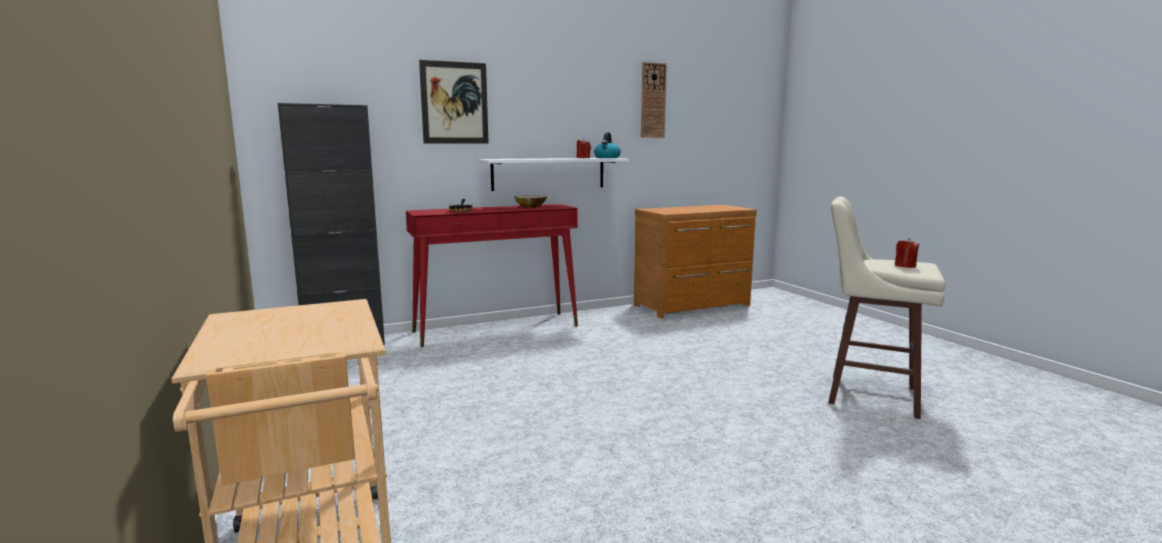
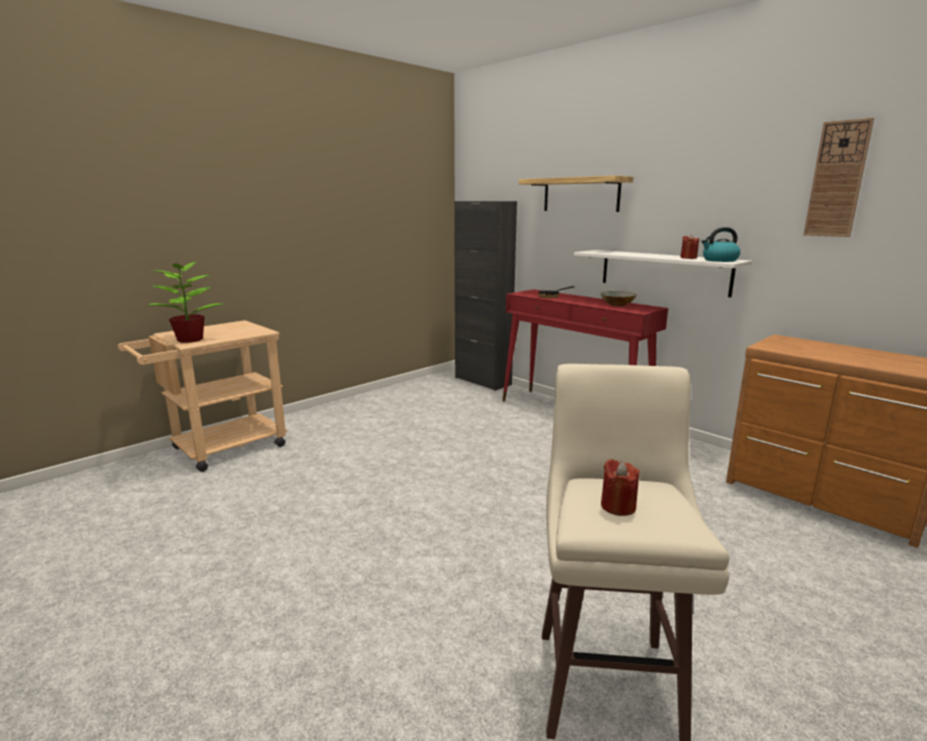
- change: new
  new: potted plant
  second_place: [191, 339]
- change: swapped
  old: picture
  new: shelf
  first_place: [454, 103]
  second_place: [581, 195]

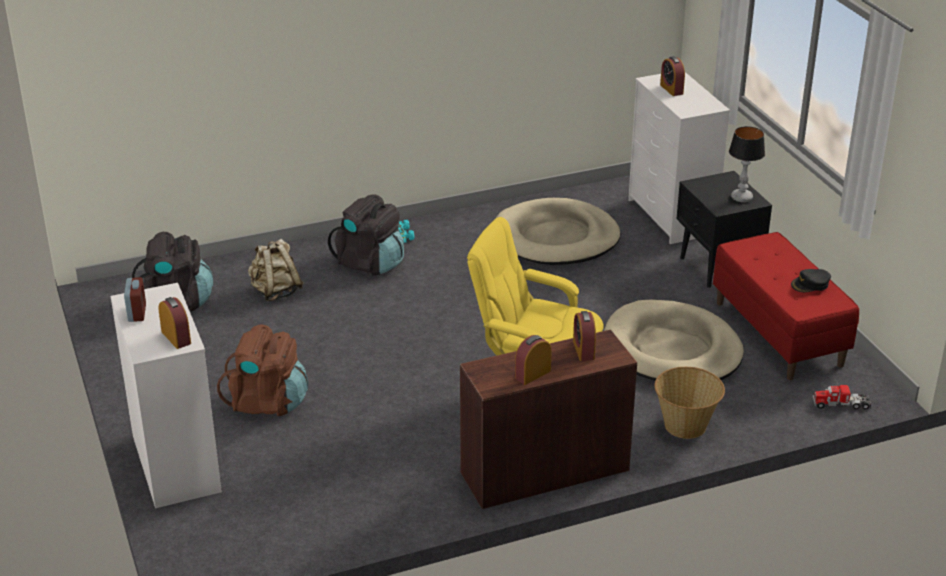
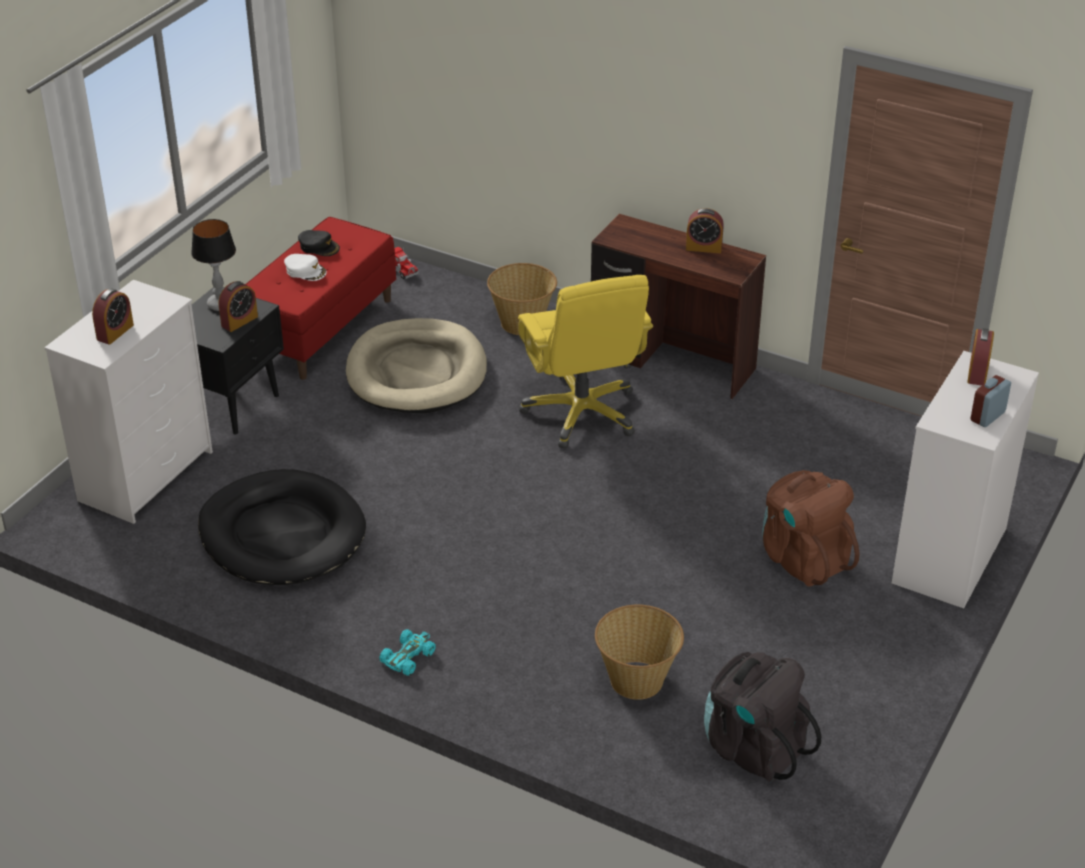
- change: repainted
  old: dog bed/beige
  new: dog bed/black
  first_place: [556, 238]
  second_place: [282, 534]
- change: shifted
  old: alarm clock
  first_place: [583, 350]
  second_place: [239, 321]
- change: new
  new: cap/white
  second_place: [305, 271]
- change: swapped
  old: backpack/beige
  new: basket
  first_place: [275, 292]
  second_place: [637, 679]
- change: gone
  old: backpack/black
  first_place: [370, 263]

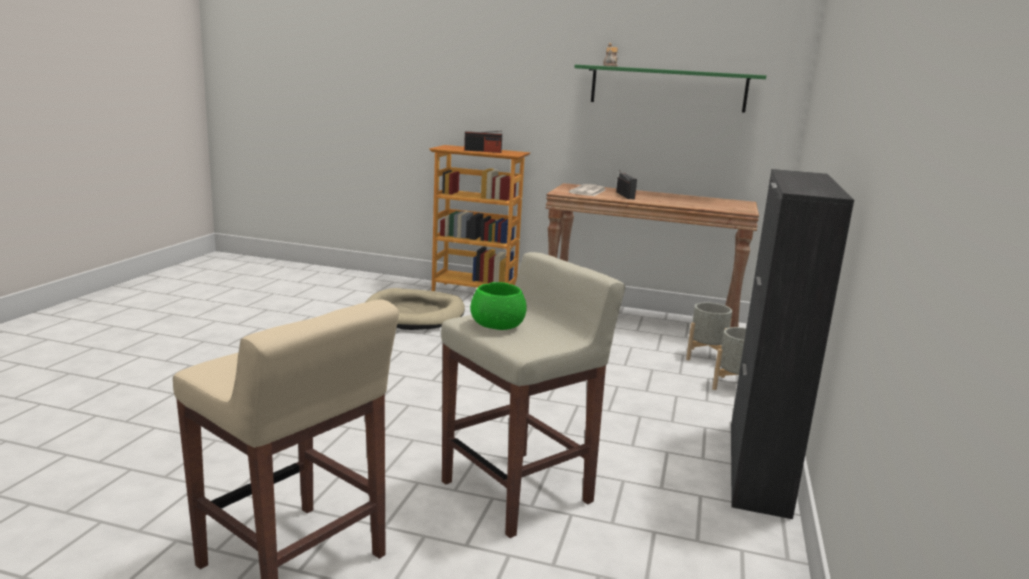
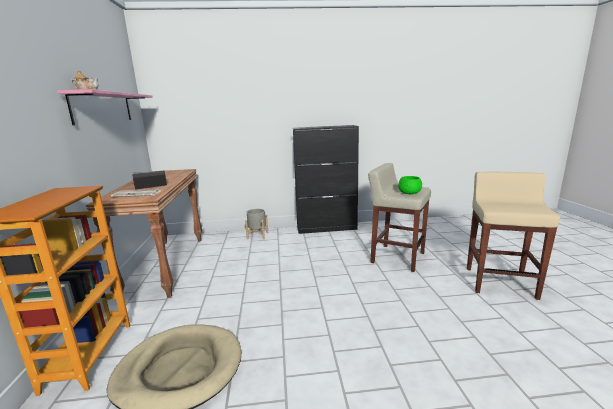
- change: repainted
  old: shelf/green
  new: shelf/pink
  first_place: [668, 88]
  second_place: [103, 108]
- change: gone
  old: radio
  first_place: [483, 151]
- change: gone
  old: planter/grey
  first_place: [706, 357]

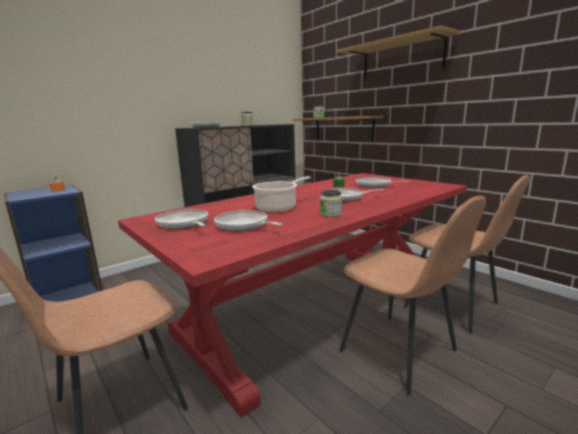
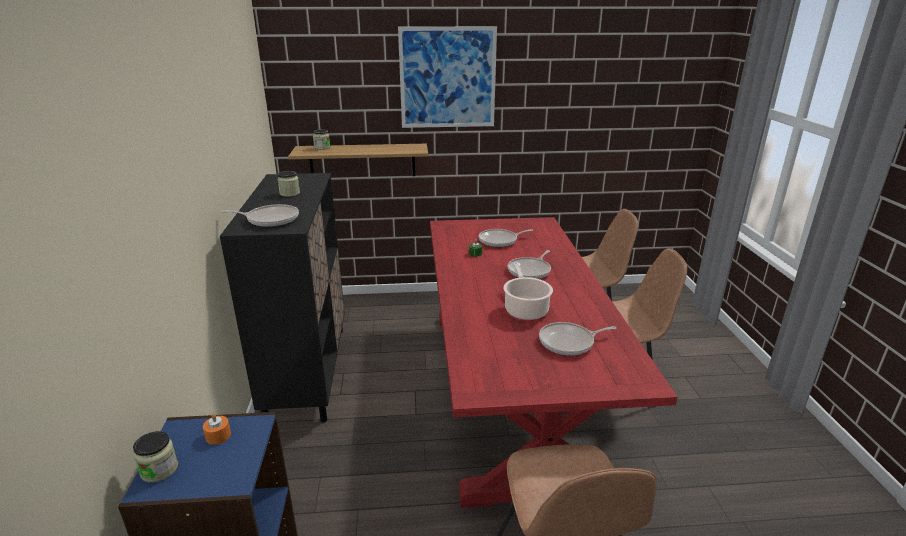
- change: shifted
  old: jar
  first_place: [331, 214]
  second_place: [159, 469]
- change: swapped
  old: shelf
  new: picture
  first_place: [401, 58]
  second_place: [447, 78]
- change: gone
  old: frying pan
  first_place: [183, 224]

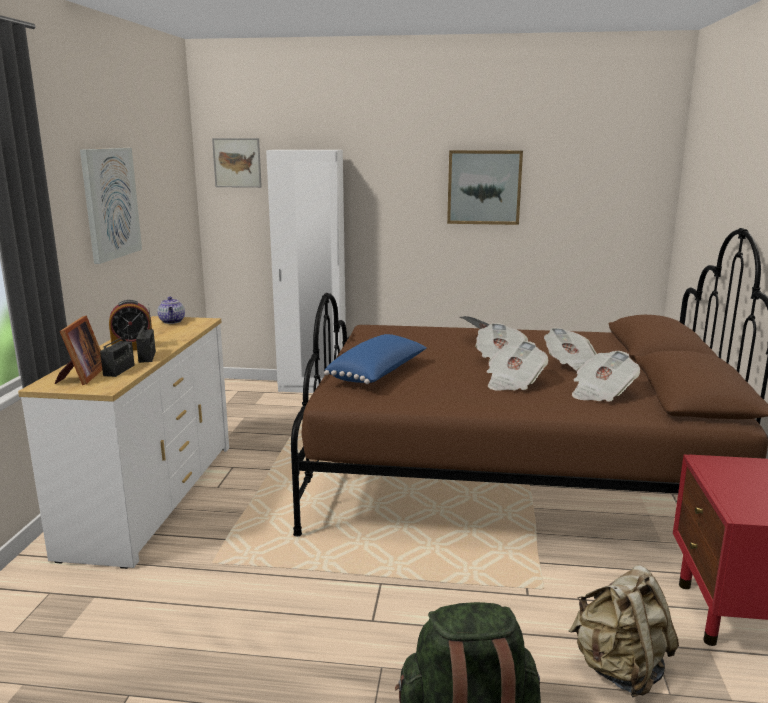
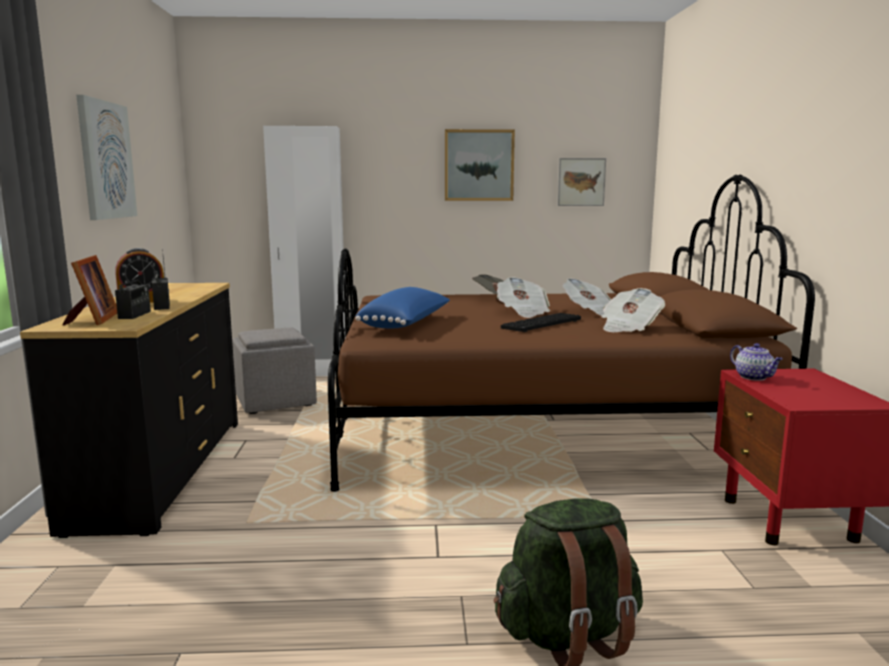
- change: repainted
  old: dresser/white
  new: dresser/black
  first_place: [151, 497]
  second_place: [161, 471]
- change: new
  new: ottoman/grey
  second_place: [276, 401]
- change: swapped
  old: newspaper
  new: keyboard
  first_place: [513, 382]
  second_place: [542, 324]
- change: shifted
  old: picture
  first_place: [237, 162]
  second_place: [581, 182]
- change: shifted
  old: teapot
  first_place: [172, 321]
  second_place: [754, 377]
- change: gone
  old: backpack/beige
  first_place: [619, 669]

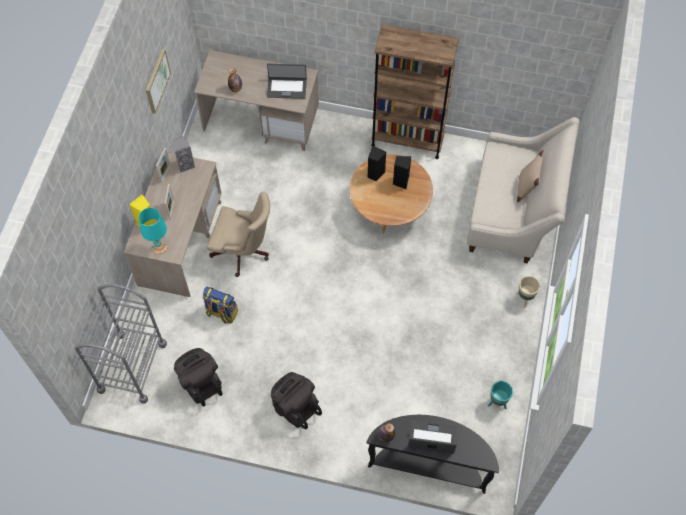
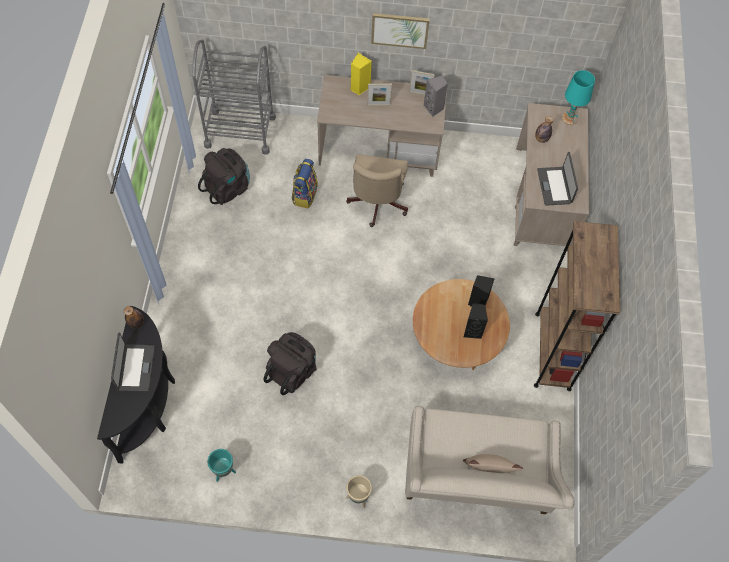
- change: shifted
  old: backpack/black
  first_place: [294, 406]
  second_place: [292, 371]
- change: shifted
  old: picture
  first_place: [157, 81]
  second_place: [400, 30]
- change: shifted
  old: table lamp/turquoise
  first_place: [159, 246]
  second_place: [570, 118]

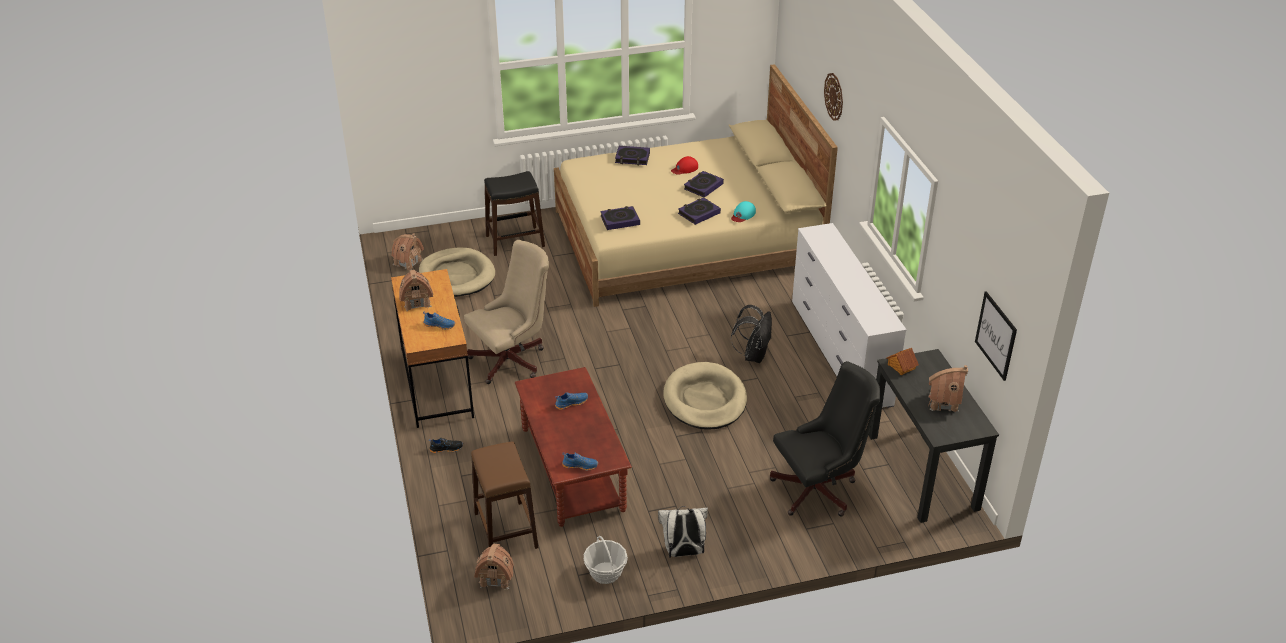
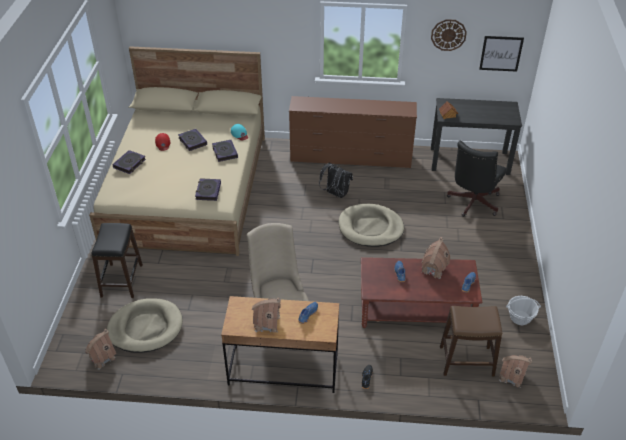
- change: repainted
  old: dresser/white
  new: dresser/brown
  first_place: [840, 352]
  second_place: [351, 158]
- change: shifted
  old: toy house
  first_place: [943, 402]
  second_place: [433, 269]
- change: shifted
  old: wall clock
  first_place: [834, 96]
  second_place: [448, 35]
- change: rotated
  old: office chair/black
  first_place: [819, 489]
  second_place: [472, 203]
  degrees: -150
- change: gone
  old: backpack/white
  first_place: [683, 552]

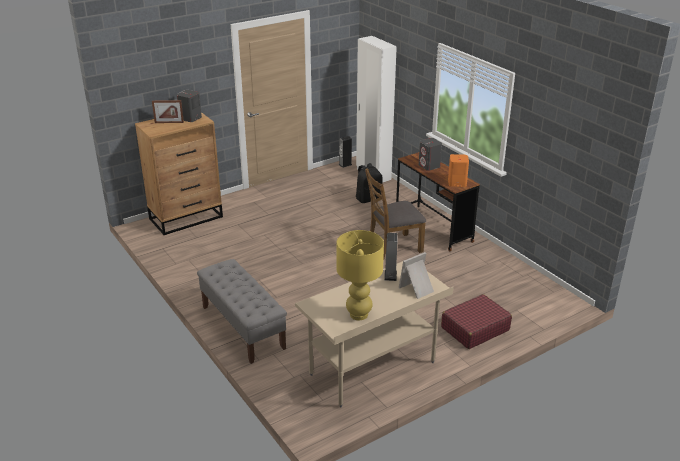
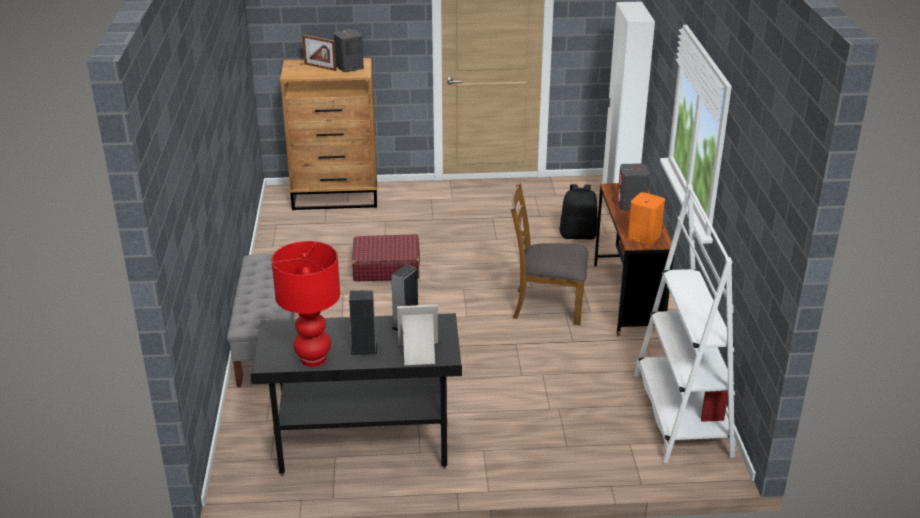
- change: repainted
  old: desk/beige
  new: desk/black
  first_place: [372, 369]
  second_place: [364, 446]
- change: repainted
  old: table lamp/yellow
  new: table lamp/red
  first_place: [359, 314]
  second_place: [313, 359]
- change: shifted
  old: speaker
  first_place: [345, 164]
  second_place: [364, 349]
- change: shifted
  old: suitcase/red
  first_place: [474, 329]
  second_place: [386, 267]
- change: new
  new: bookcase/white
  second_place: [681, 414]

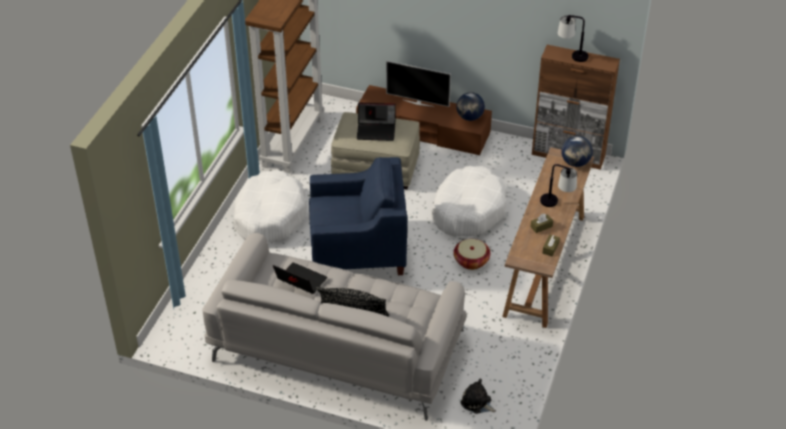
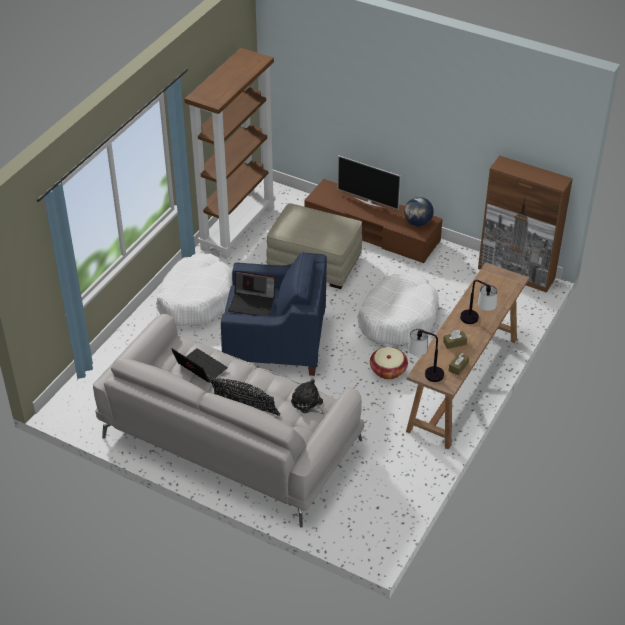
- change: shifted
  old: laptop
  first_place: [376, 130]
  second_place: [252, 303]
- change: shifted
  old: plush toy
  first_place: [477, 403]
  second_place: [308, 403]
- change: shifted
  old: table lamp
  first_place: [571, 56]
  second_place: [425, 373]
- change: gone
  old: globe
  first_place: [575, 163]

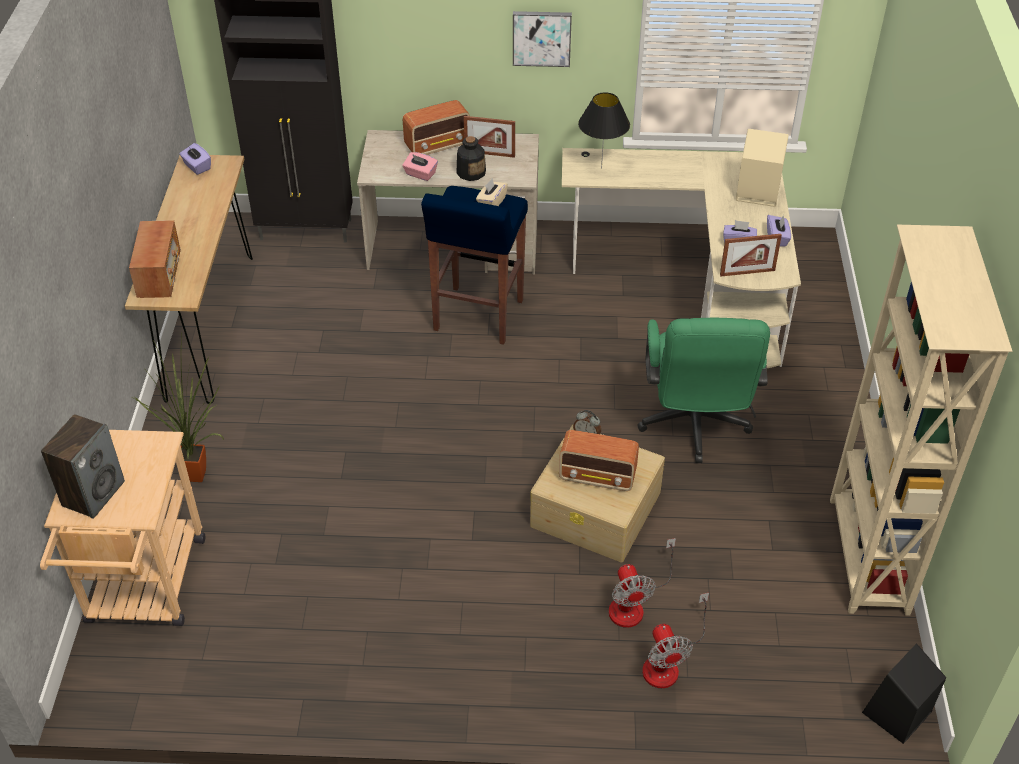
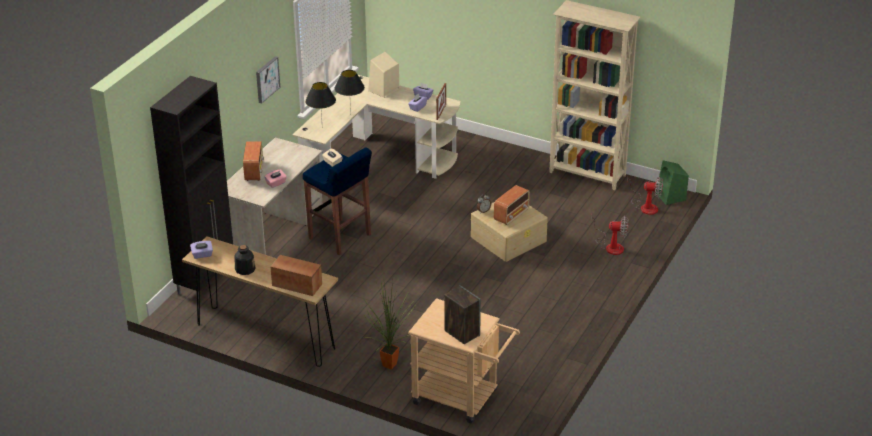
- change: shifted
  old: bottle
  first_place: [471, 172]
  second_place: [245, 269]
- change: new
  new: table lamp/black
  second_place: [350, 115]
- change: shifted
  old: fan
  first_place: [633, 604]
  second_place: [645, 206]
- change: repainted
  old: speaker/black
  new: speaker/green
  first_place: [896, 714]
  second_place: [671, 197]
- change: gone
  old: picture frame
  first_place: [489, 154]
- change: gone
  old: office chair/green
  first_place: [694, 427]

